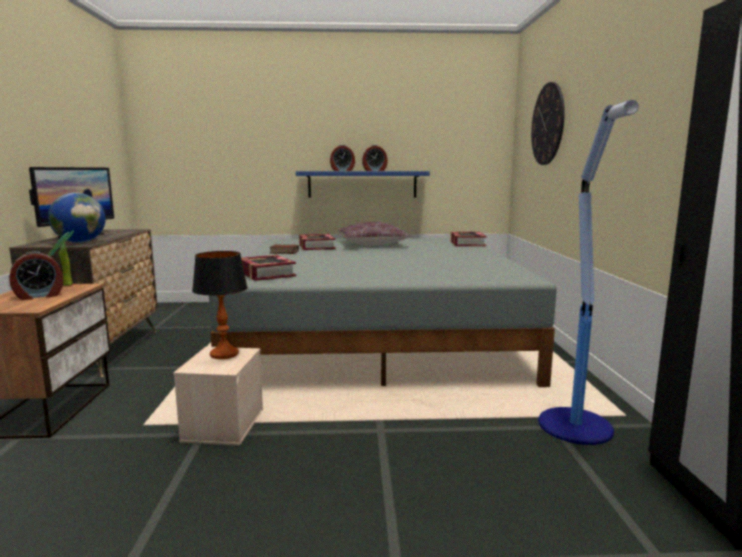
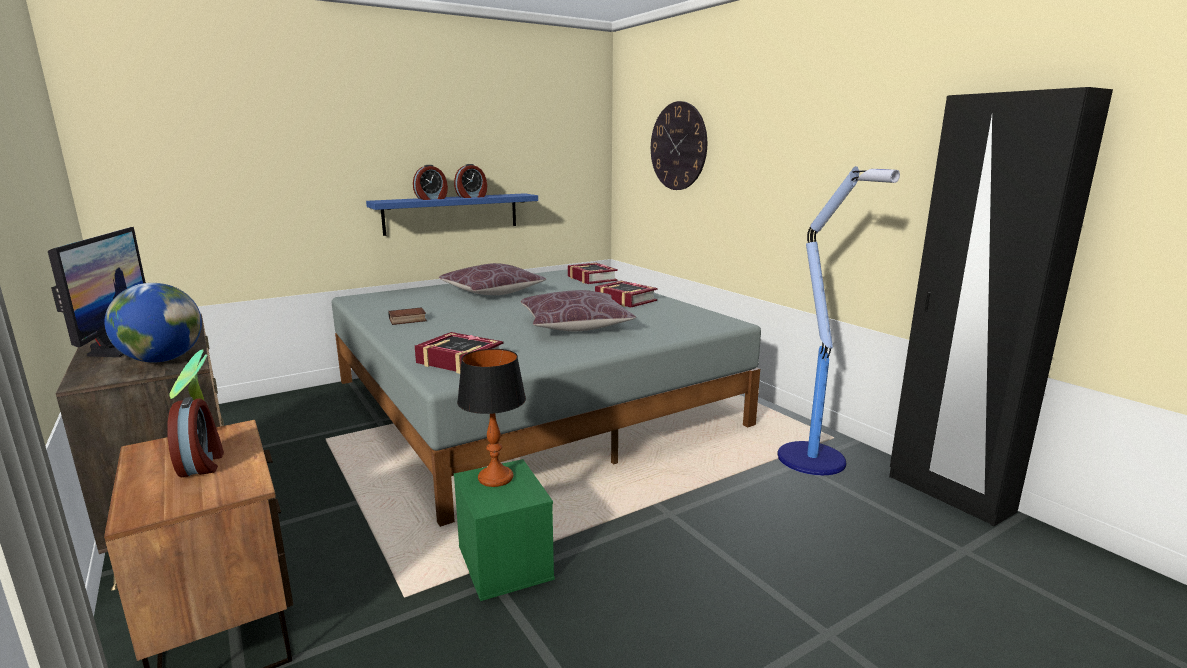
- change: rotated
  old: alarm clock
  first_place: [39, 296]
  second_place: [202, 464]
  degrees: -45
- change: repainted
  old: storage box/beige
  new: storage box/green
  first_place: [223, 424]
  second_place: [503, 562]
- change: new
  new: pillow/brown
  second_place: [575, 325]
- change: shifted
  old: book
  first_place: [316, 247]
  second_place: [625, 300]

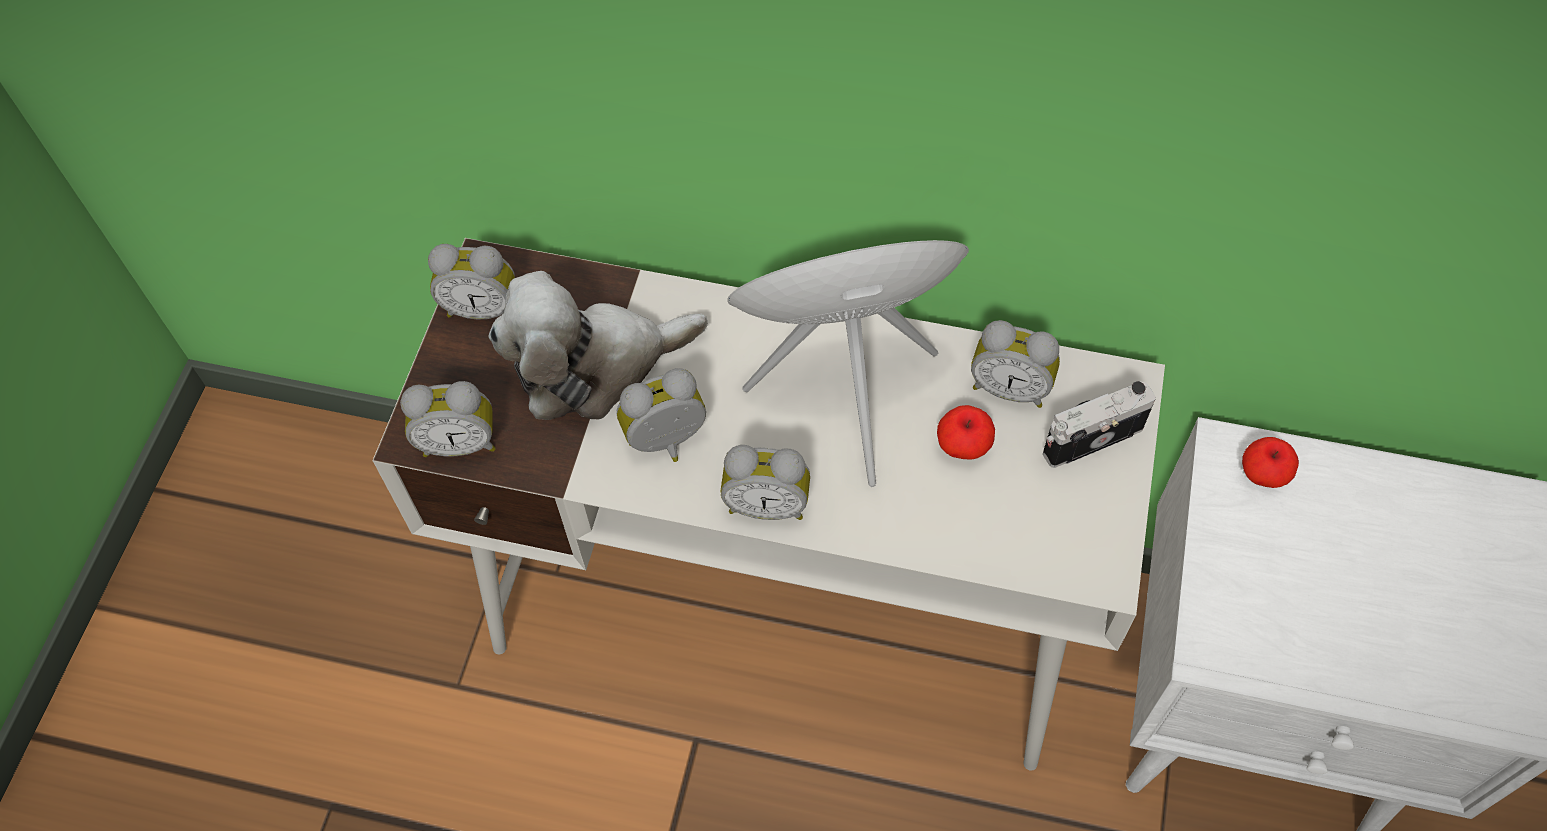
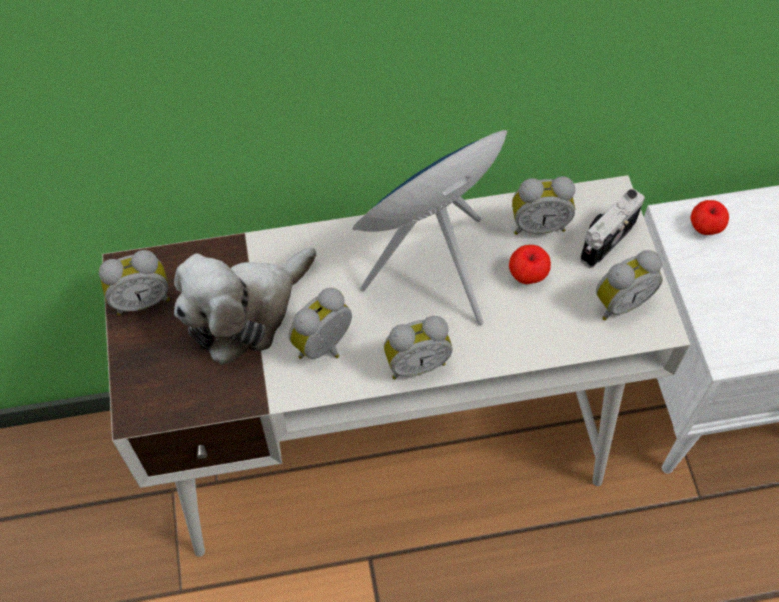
- change: shifted
  old: alarm clock
  first_place: [460, 441]
  second_place: [619, 301]

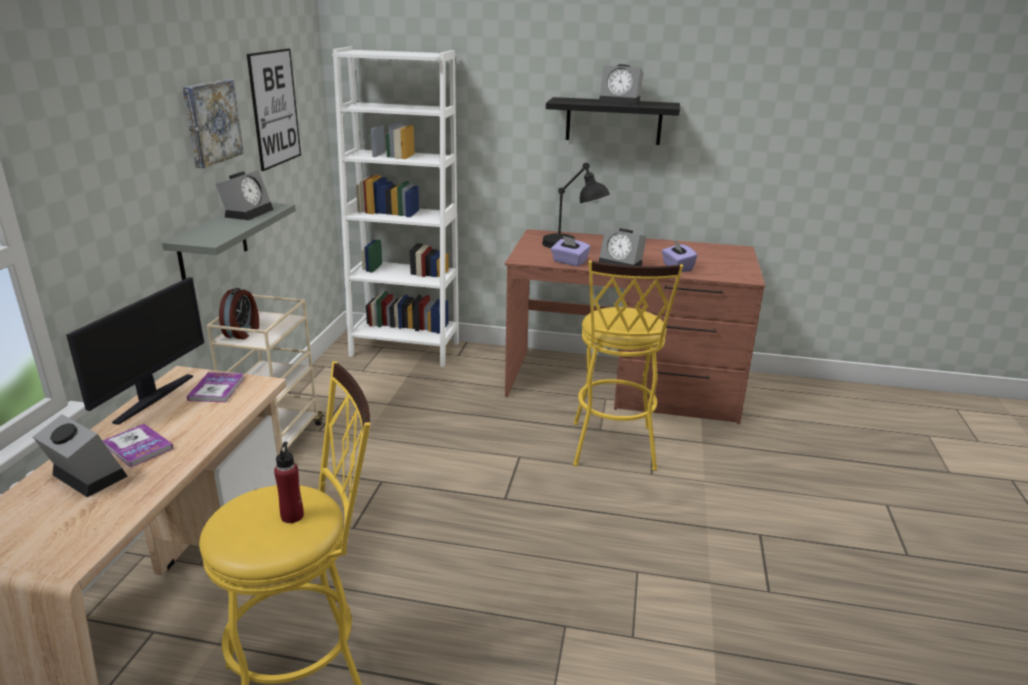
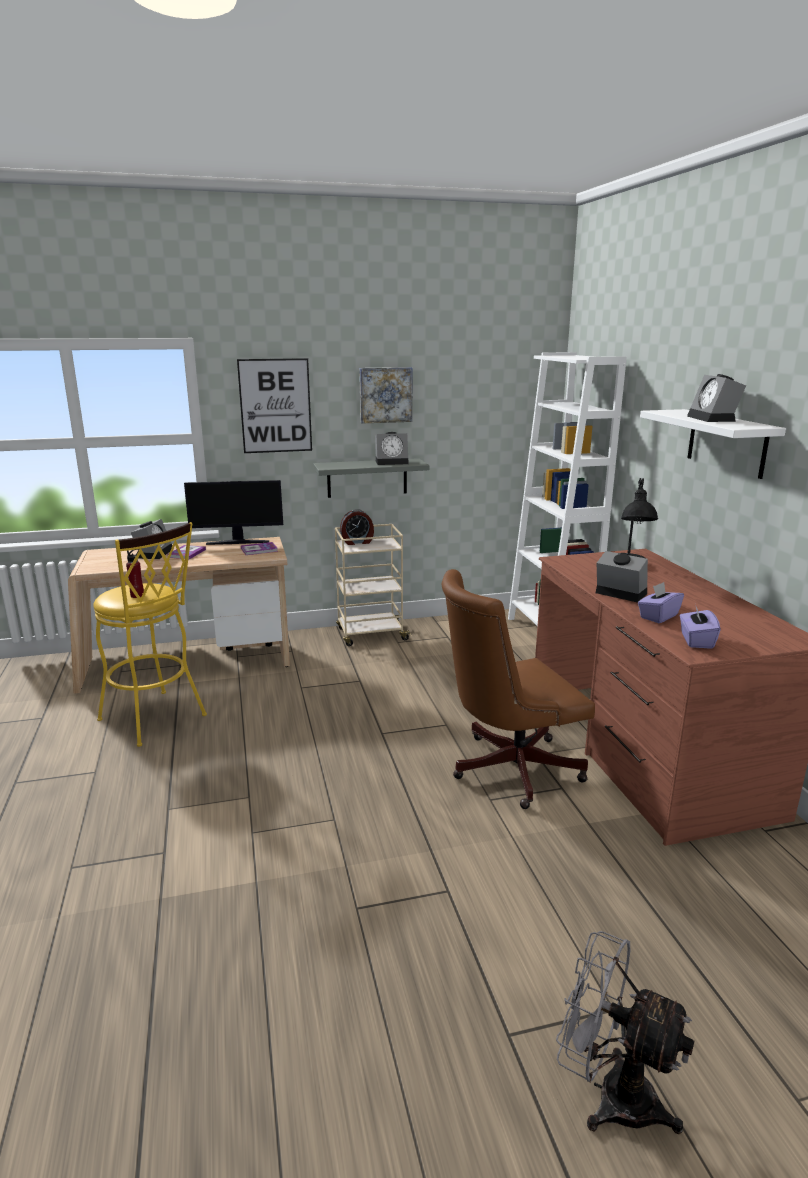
- change: shifted
  old: picture
  first_place: [274, 108]
  second_place: [275, 406]
- change: swapped
  old: stool/yellow
  new: office chair/brown
  first_place: [613, 450]
  second_place: [507, 769]
- change: new
  new: fan/grey
  second_place: [611, 1094]
- change: rotated
  old: alarm clock
  first_place: [622, 264]
  second_place: [618, 594]
  degrees: 120
- change: repainted
  old: shelf/black
  new: shelf/white
  first_place: [613, 121]
  second_place: [726, 442]
- change: shifted
  old: tissue box/purple
  first_place: [569, 262]
  second_place: [696, 640]

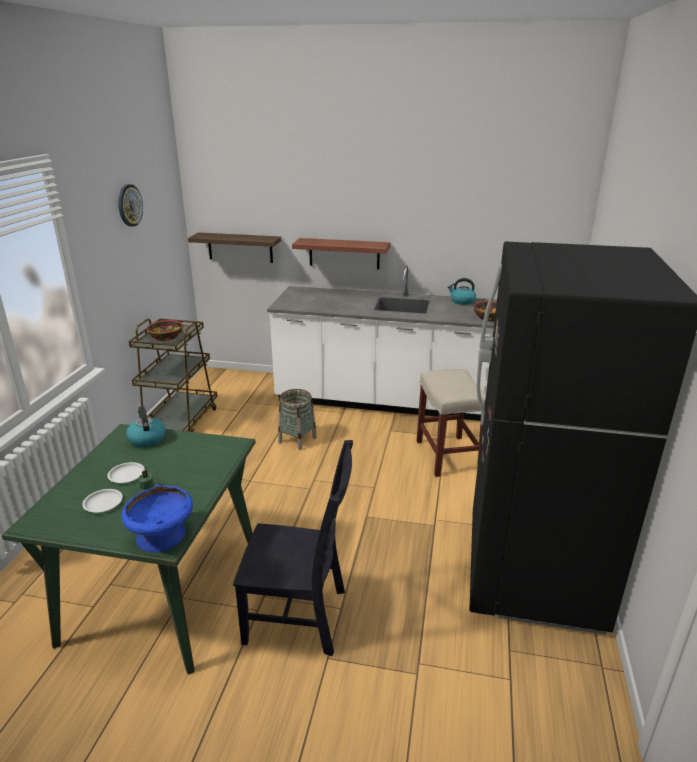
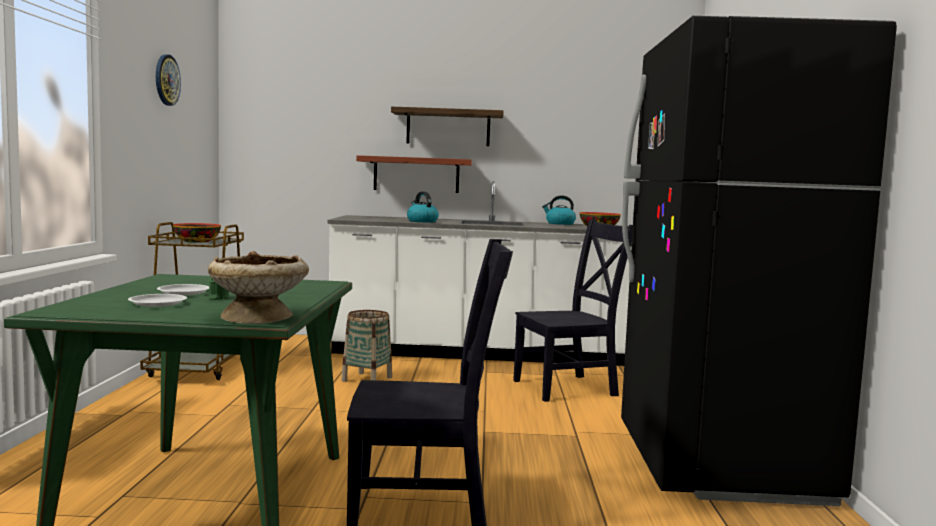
- change: repainted
  old: bowl/blue
  new: bowl/beige
  first_place: [162, 536]
  second_place: [259, 317]
- change: shifted
  old: shelf
  first_place: [240, 247]
  second_place: [448, 128]
- change: shifted
  old: kettle
  first_place: [147, 439]
  second_place: [422, 221]
- change: swapped
  old: stool/beige
  new: chair/black
  first_place: [449, 456]
  second_place: [569, 388]

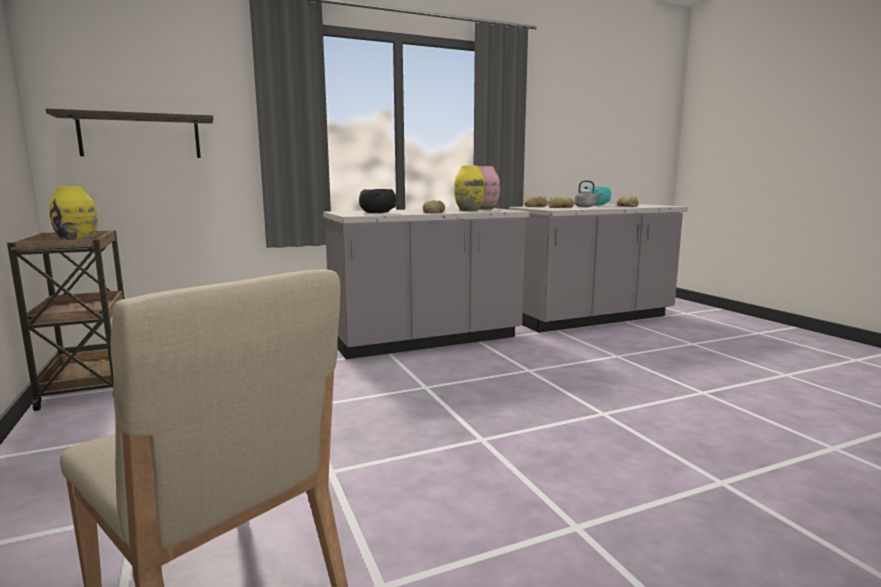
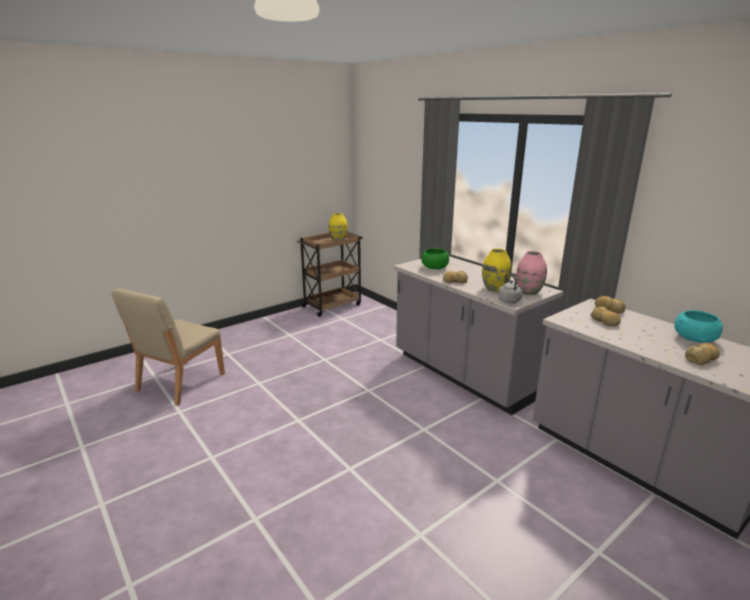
- change: repainted
  old: bowl/black
  new: bowl/green
  first_place: [377, 213]
  second_place: [435, 267]
- change: shifted
  old: kettle/grey
  first_place: [586, 206]
  second_place: [510, 301]
- change: gone
  old: shelf
  first_place: [140, 137]

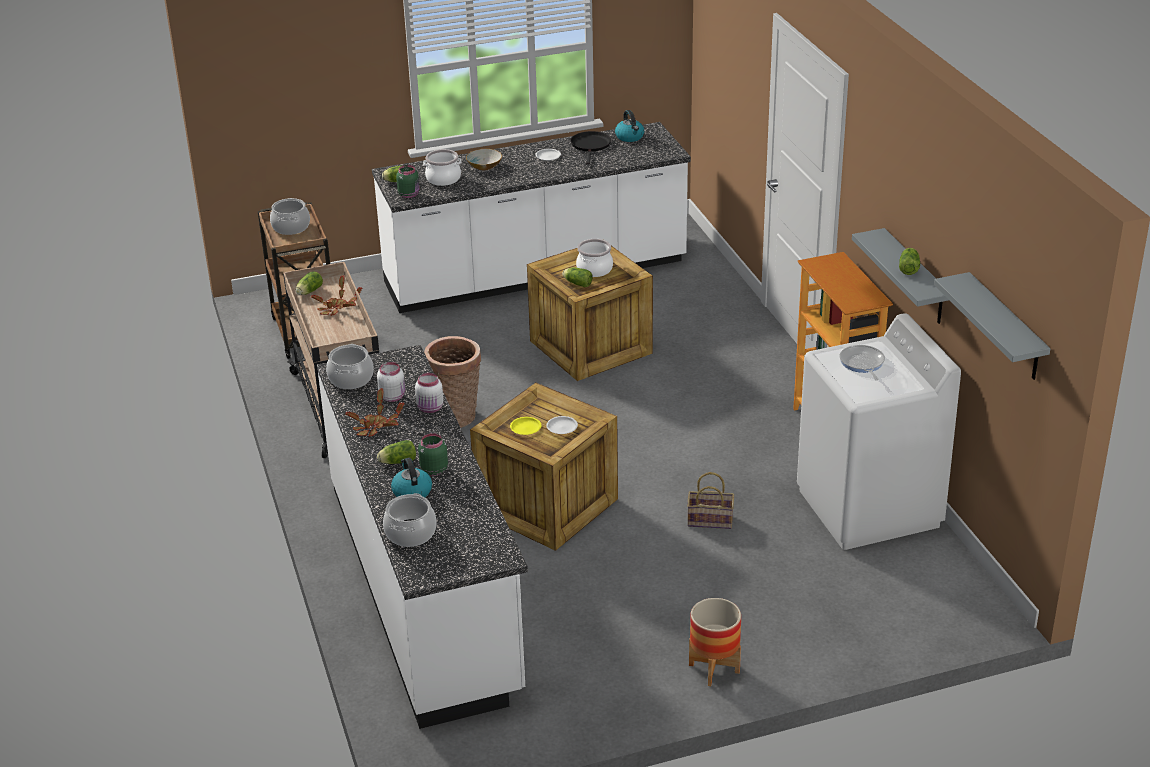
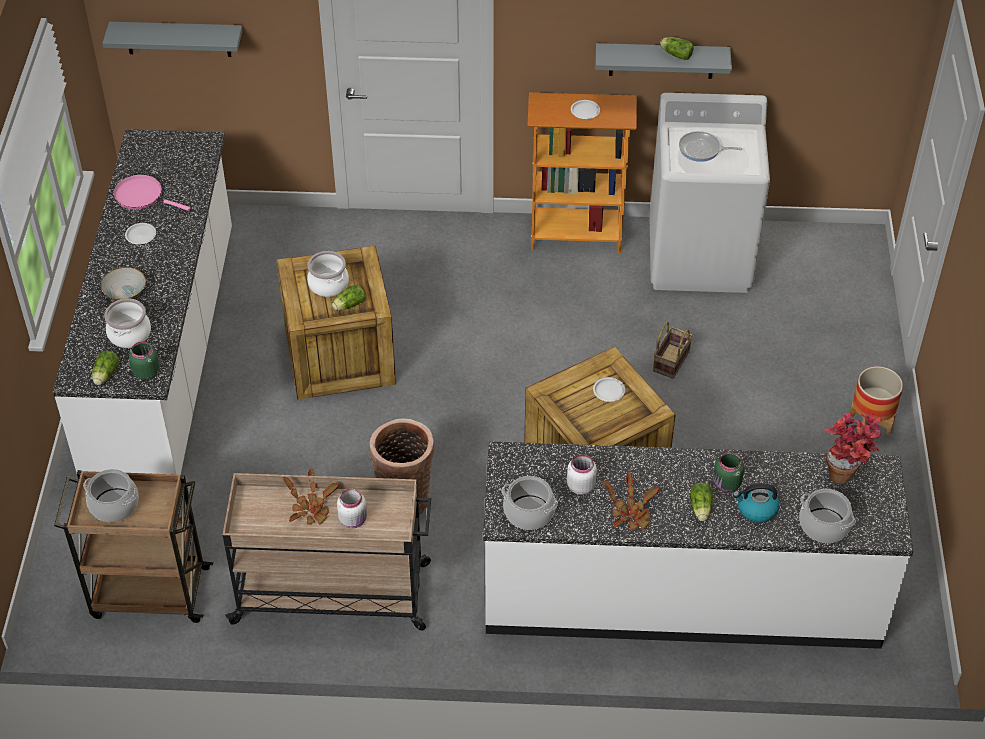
- change: shifted
  old: shelf/grey
  first_place: [1006, 328]
  second_place: [178, 39]
- change: repainted
  old: frying pan/black
  new: frying pan/pink
  first_place: [591, 146]
  second_place: [142, 196]
- change: shifted
  old: jar/white
  first_place: [430, 408]
  second_place: [353, 520]
- change: new
  new: plate/white
  second_place: [585, 111]
- change: new
  new: potted plant
  second_place: [846, 474]
- change: gone
  old: lettuce
  first_place: [308, 292]
- change: gone
  old: plate/yellow
  first_place: [525, 428]
- change: gone
  old: kettle
  first_place: [630, 137]

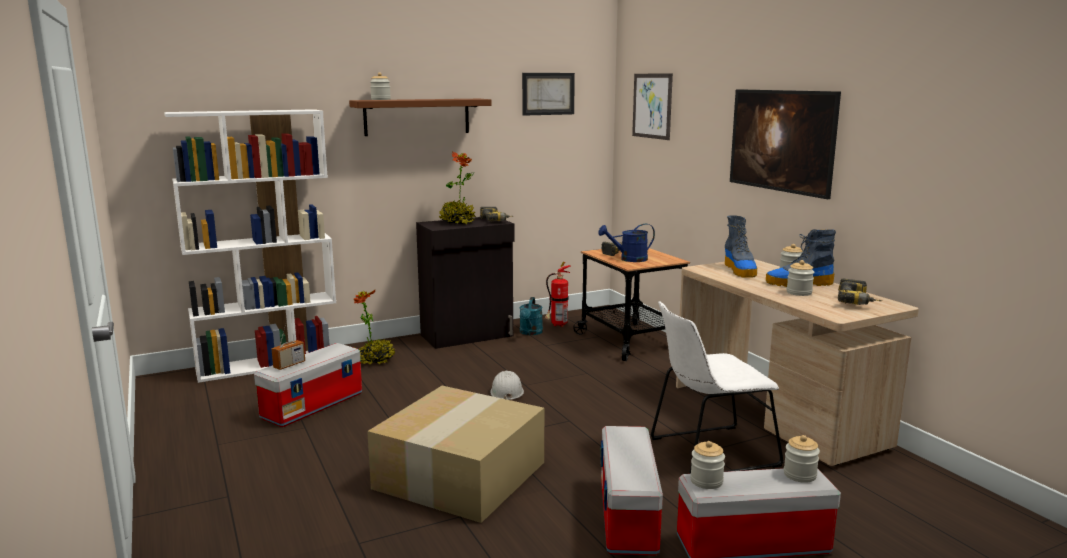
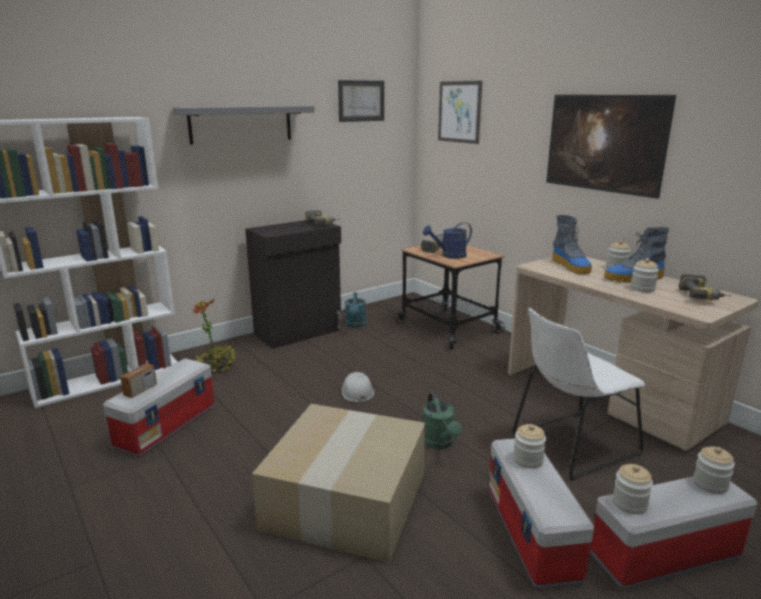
- change: repainted
  old: shelf/brown
  new: shelf/grey
  first_place: [417, 117]
  second_place: [241, 124]
- change: new
  new: watering can/green
  second_place: [440, 443]
- change: shifted
  old: jar
  first_place: [381, 99]
  second_place: [528, 460]
- change: gone
  old: potted plant
  first_place: [457, 222]
- change: gone
  old: fire extinguisher
  first_place: [557, 325]

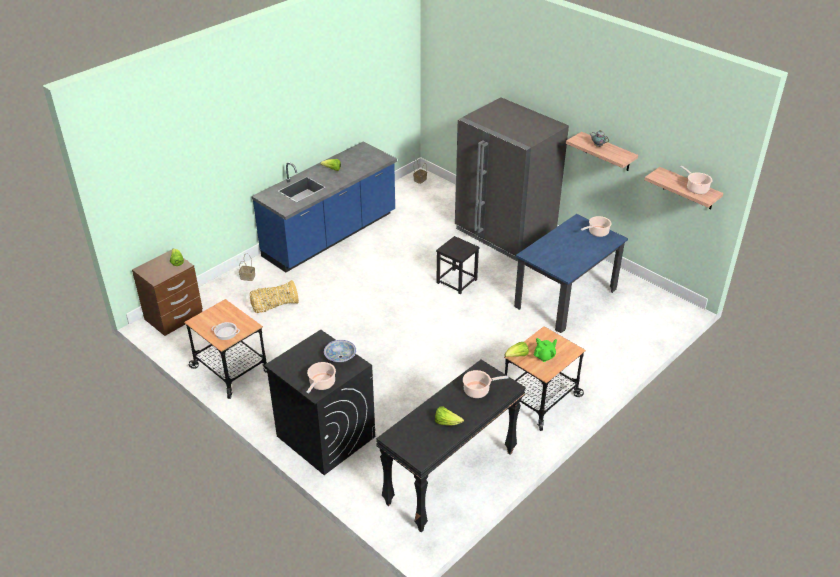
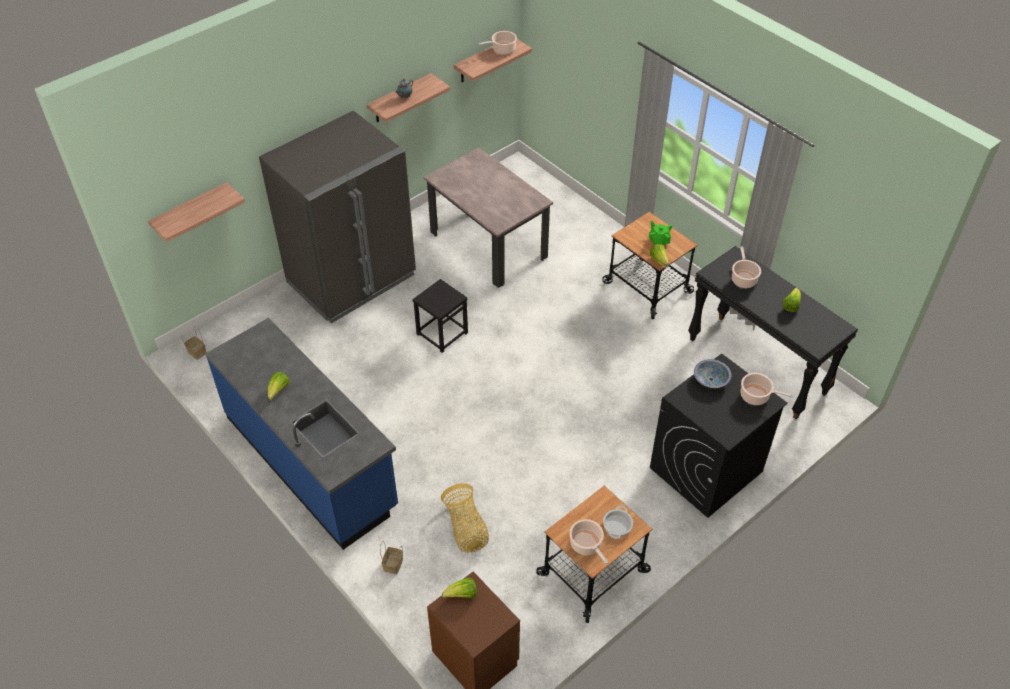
- change: new
  new: shelf
  second_place: [191, 211]
- change: repainted
  old: dining table/blue
  new: dining table/beige
  first_place: [565, 298]
  second_place: [488, 245]
- change: shifted
  old: cooking pot
  first_place: [597, 232]
  second_place: [586, 545]

